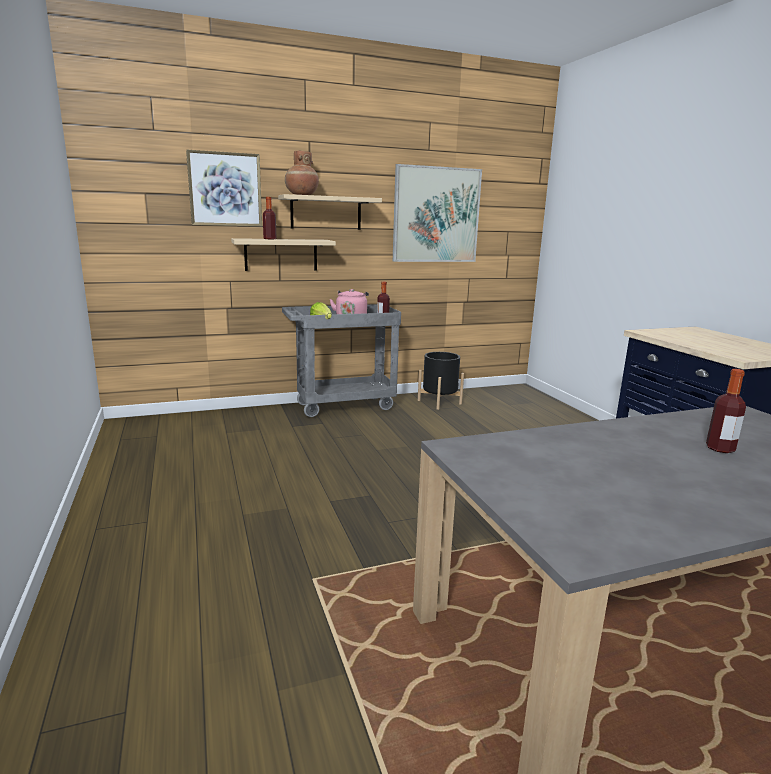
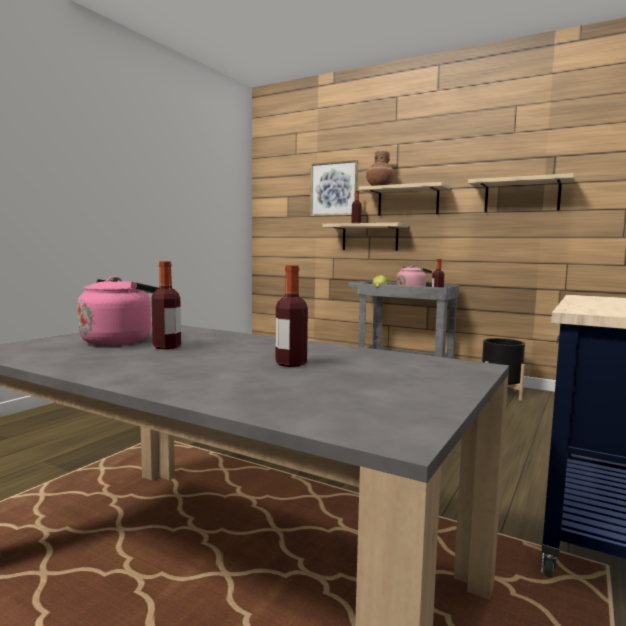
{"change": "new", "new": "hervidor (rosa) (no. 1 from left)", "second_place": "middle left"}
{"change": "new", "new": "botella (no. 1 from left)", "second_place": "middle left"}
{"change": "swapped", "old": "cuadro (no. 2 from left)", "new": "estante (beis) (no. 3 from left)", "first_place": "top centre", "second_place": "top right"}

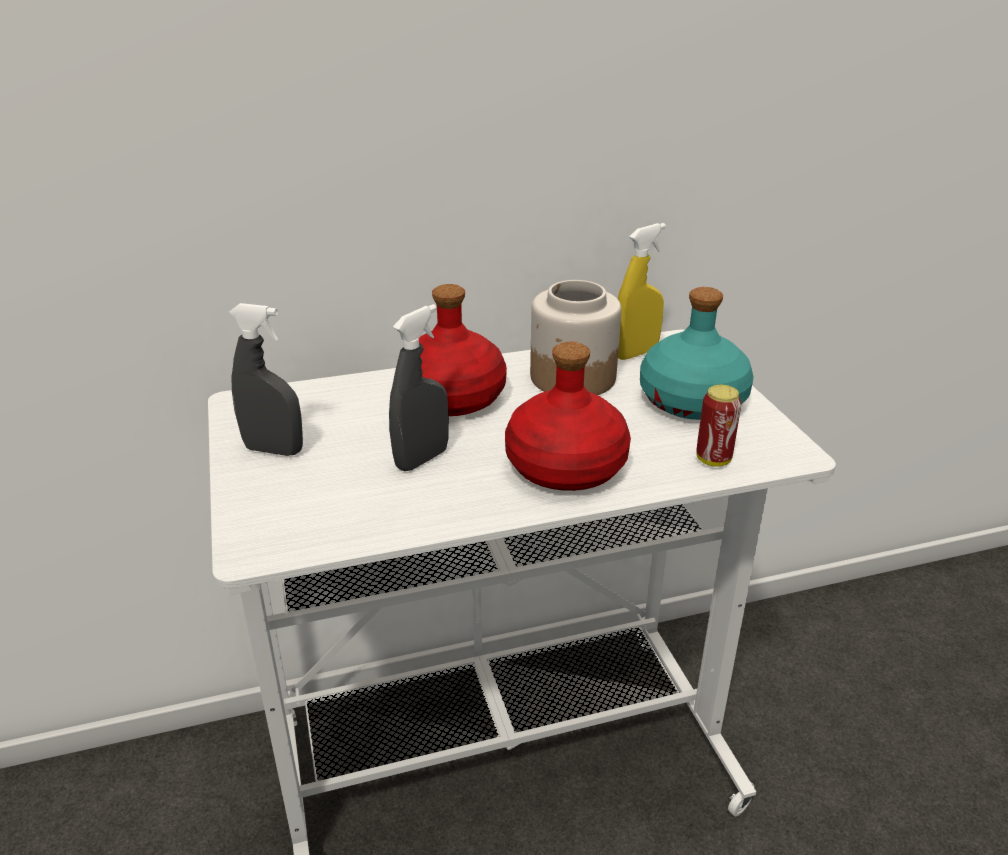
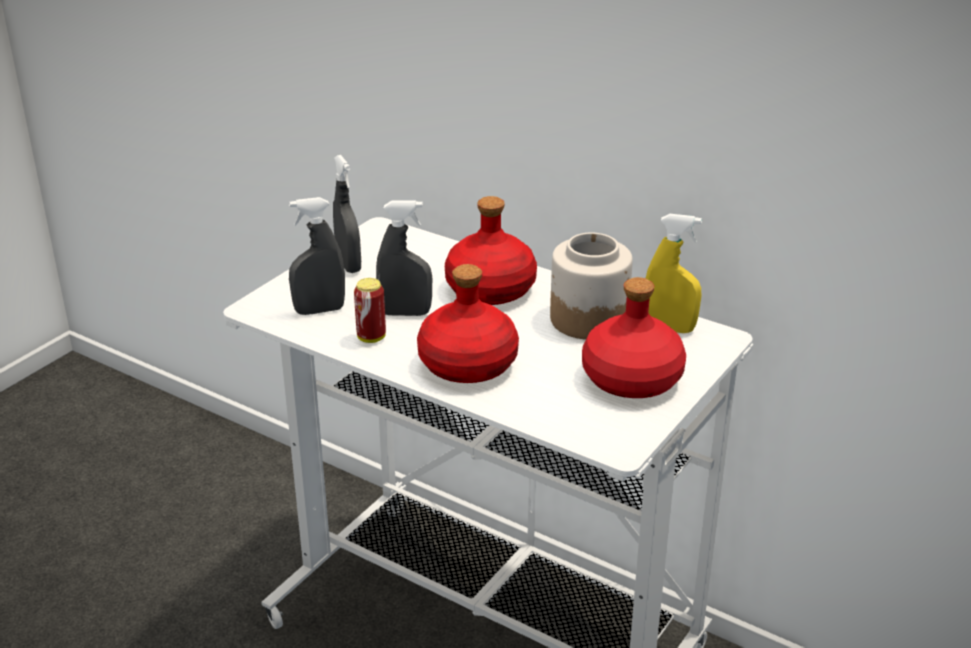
{"change": "new", "new": "pulverizador (gris) (no. 1 from left)", "second_place": "middle left"}
{"change": "shifted", "old": "lata", "first_place": "middle right", "second_place": "centre"}
{"change": "repainted", "old": "botella (turquesa)", "new": "botella (rojo) (no. 3 from left)", "first_place": "middle right", "second_place": "centre"}

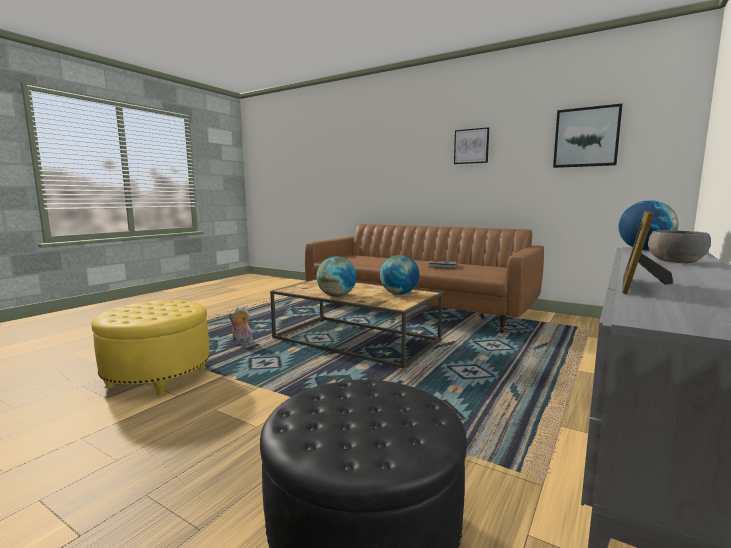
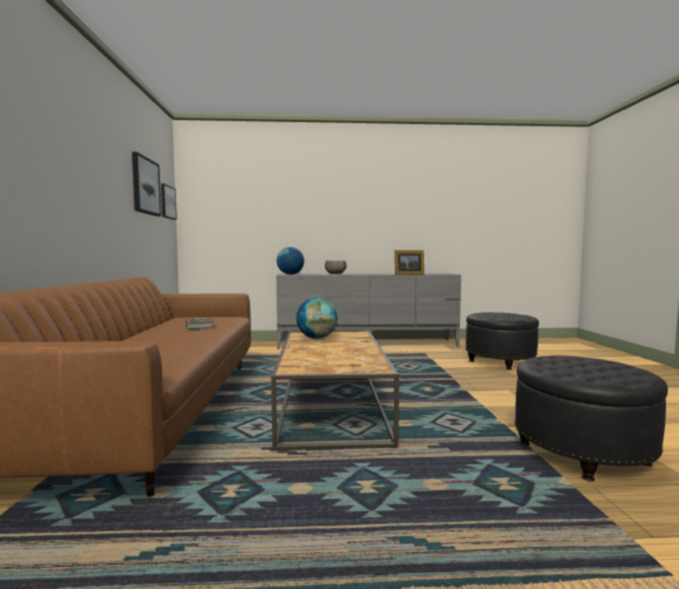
{"change": "gone", "old": "peluche", "first_place": "middle left"}
{"change": "gone", "old": "globo terráqueo (no. 1 from left)", "first_place": "centre"}
{"change": "shifted", "old": "cuadro (no. 1 from left in the first image)", "new": "cuadro (no. 2 from left)", "first_place": "top centre", "second_place": "middle left"}
{"change": "repainted", "old": "puf (amarillo)", "new": "puf (negro) (no. 2 from left)", "first_place": "middle left", "second_place": "bottom right"}

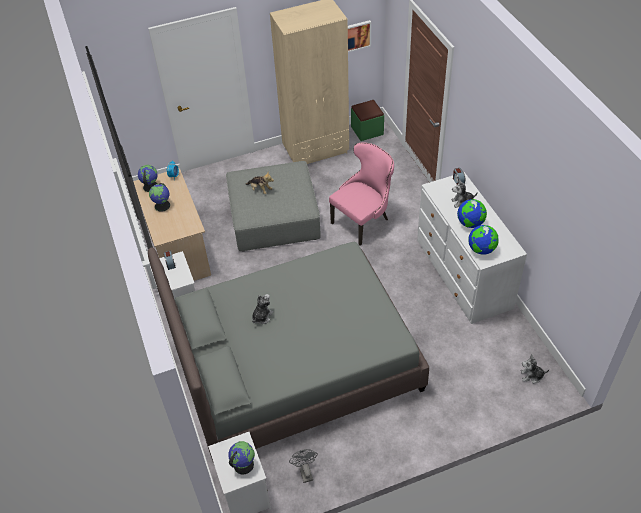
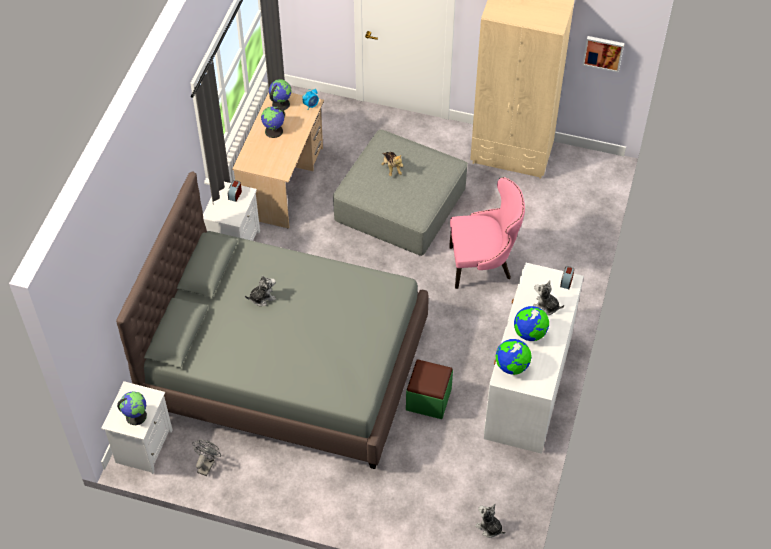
{"change": "shifted", "old": "puf (verde)", "first_place": "top centre", "second_place": "bottom centre"}

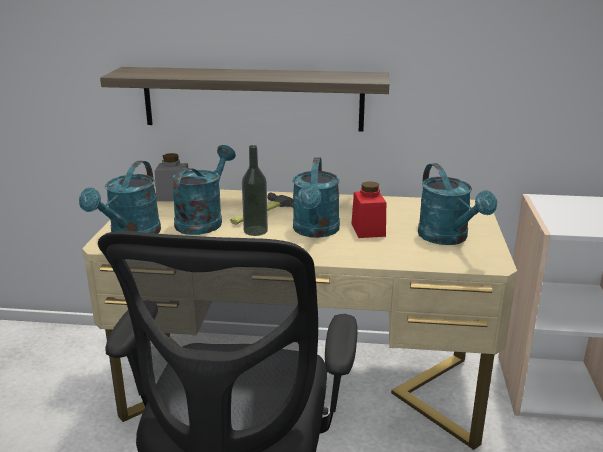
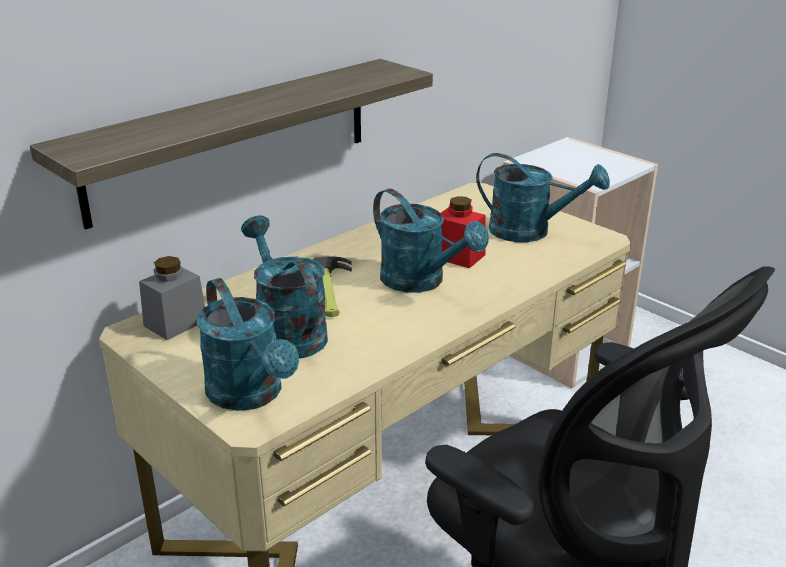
{"change": "gone", "old": "botella", "first_place": "centre"}

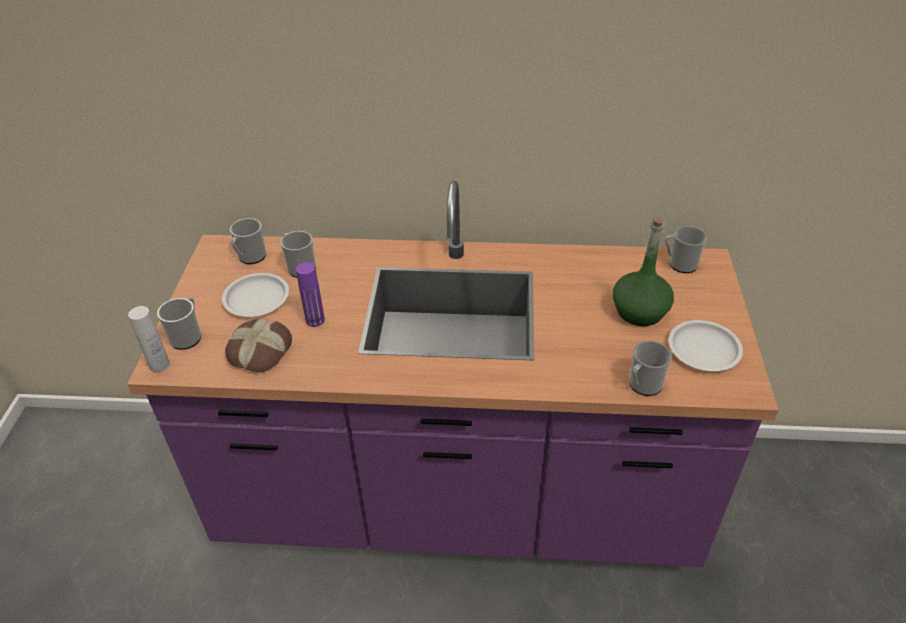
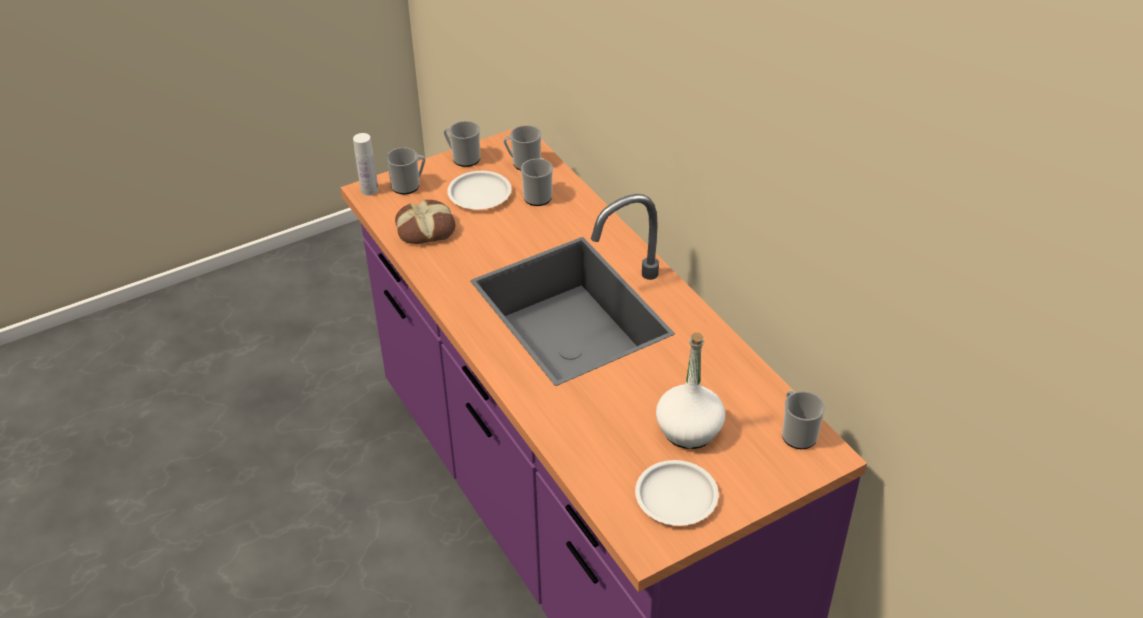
{"change": "gone", "old": "botella (morado)", "first_place": "centre"}
{"change": "shifted", "old": "taza grande (no. 4 from left in the first image)", "new": "taza grande (no. 2 from left)", "first_place": "middle right", "second_place": "top centre"}
{"change": "repainted", "old": "botella (verde)", "new": "botella (blanco) (no. 2 from left)", "first_place": "middle right", "second_place": "centre"}

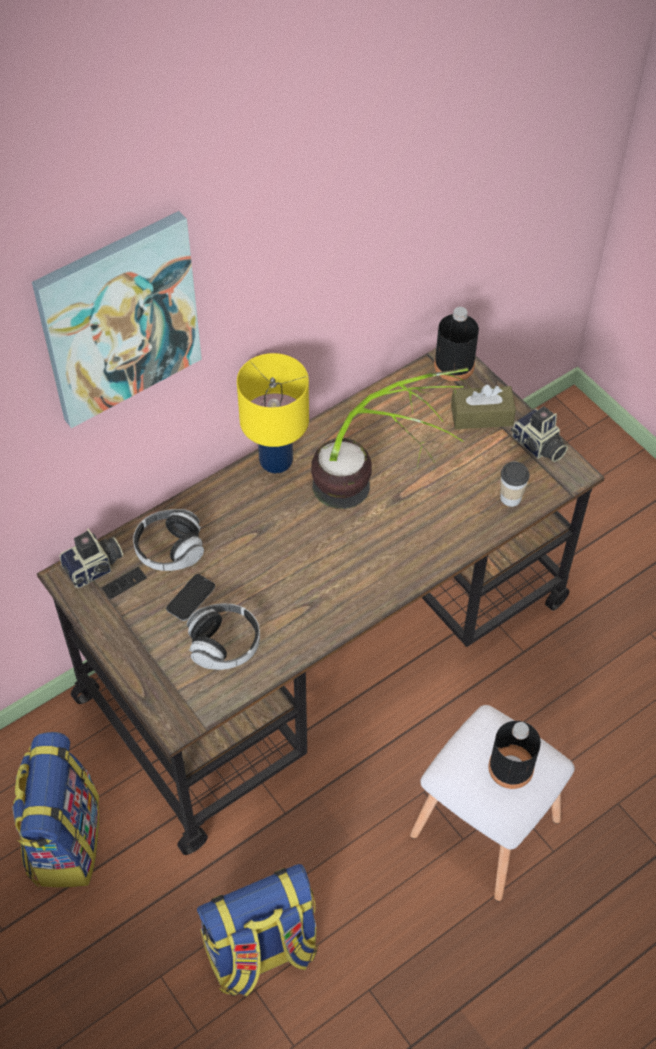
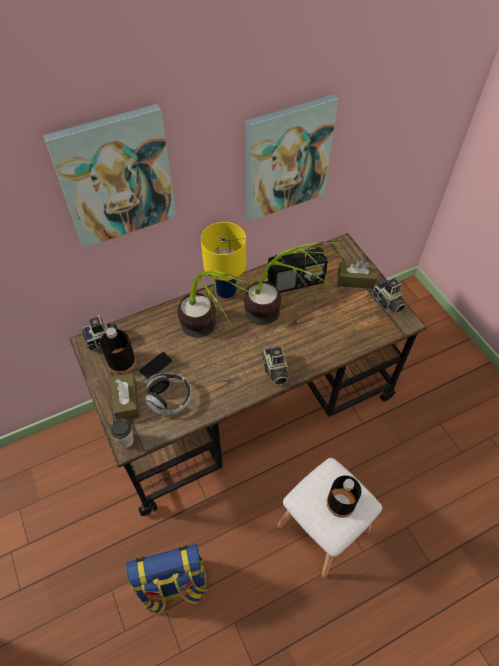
{"change": "gone", "old": "mochila (no. 1 from left)", "first_place": "bottom left"}
{"change": "gone", "old": "auriculares (no. 1 from left)", "first_place": "middle left"}
{"change": "new", "new": "caja de pañuelos (marrón) (no. 1 from left)", "second_place": "middle left"}
{"change": "new", "new": "planta en maceta (no. 1 from left)", "second_place": "centre"}
{"change": "new", "new": "cuadro (no. 2 from left)", "second_place": "top centre"}
{"change": "new", "new": "cámara (no. 2 from left)", "second_place": "centre"}
{"change": "new", "new": "radio", "second_place": "centre"}
{"change": "shifted", "old": "botella (negro) (no. 1 from left)", "first_place": "top right", "second_place": "middle left"}
{"change": "shifted", "old": "taza", "first_place": "middle right", "second_place": "middle left"}

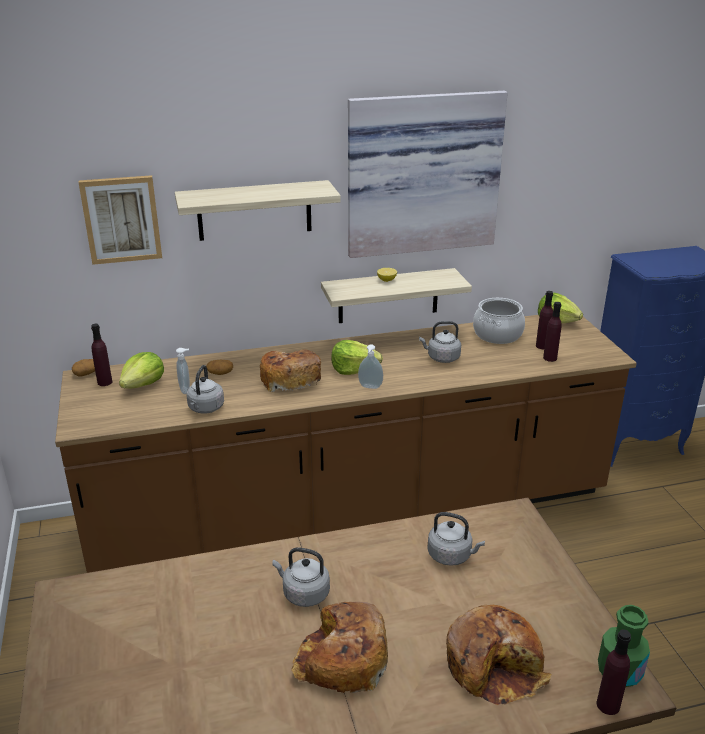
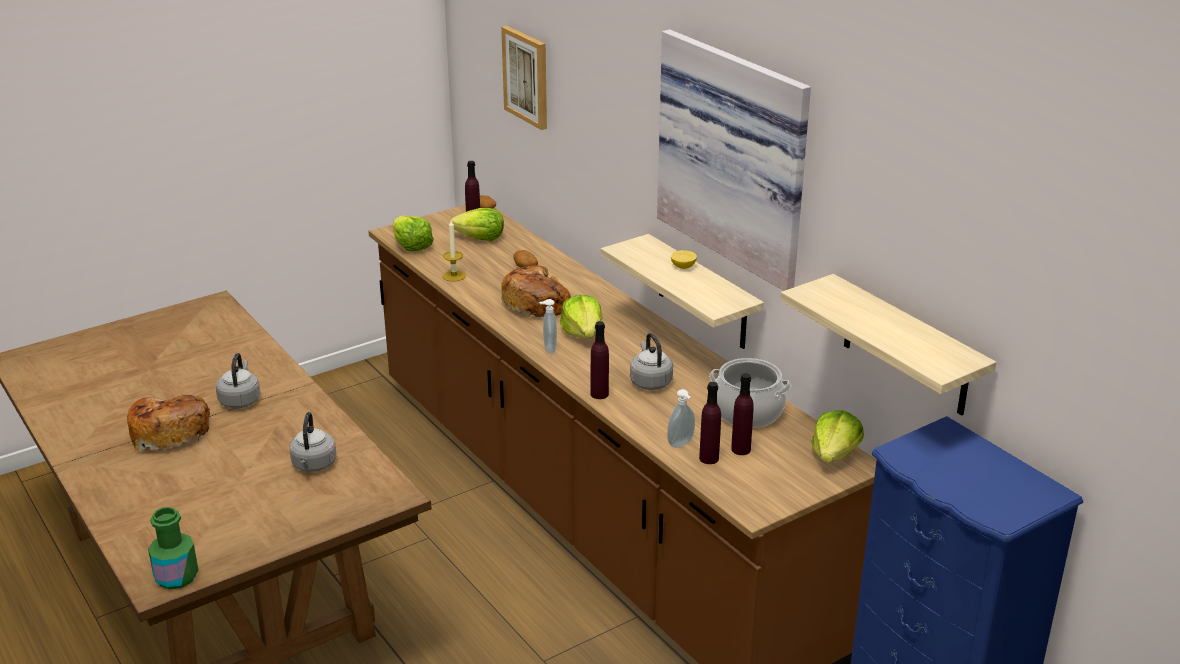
{"change": "gone", "old": "pan (no. 3 from left)", "first_place": "bottom right"}
{"change": "new", "new": "lechuga (no. 1 from left)", "second_place": "centre"}
{"change": "shifted", "old": "estante (no. 1 from left in the first image)", "new": "estante (no. 2 from left)", "first_place": "top centre", "second_place": "middle right"}
{"change": "shifted", "old": "dispensador de jabón (no. 1 from left in the first image)", "new": "dispensador de jabón (no. 2 from left)", "first_place": "middle left", "second_place": "centre"}
{"change": "shifted", "old": "botella (morado) (no. 4 from left in the first image)", "new": "botella (morado) (no. 2 from left)", "first_place": "bottom right", "second_place": "centre"}
{"change": "swapped", "old": "hervidor (gris) (no. 1 from left)", "new": "vela", "first_place": "middle left", "second_place": "centre"}

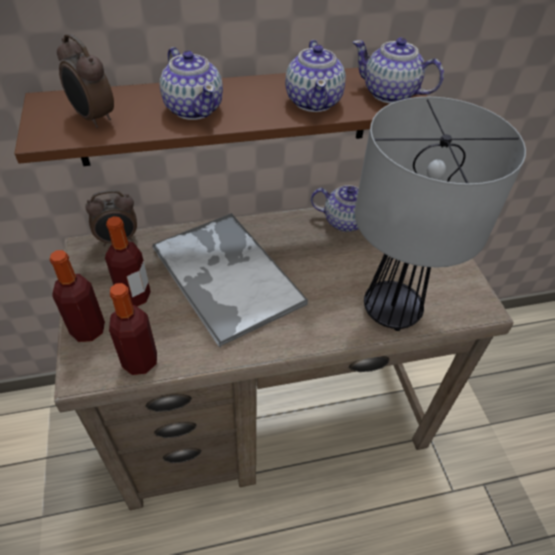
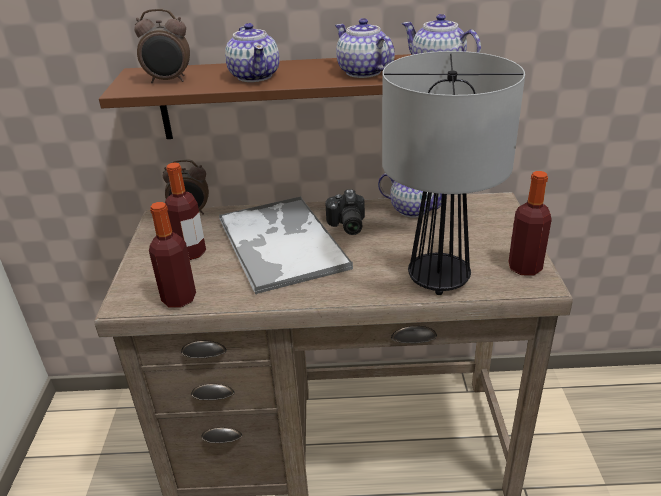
{"change": "new", "new": "cámara", "second_place": "centre"}
{"change": "shifted", "old": "botella (no. 1 from left in the first image)", "new": "botella (no. 3 from left)", "first_place": "middle left", "second_place": "middle right"}
{"change": "rotated", "old": "despertador (no. 1 from left)", "first_place": "top left", "second_place": "top left", "degrees": -60}
{"change": "rotated", "old": "tetera (no. 2 from left)", "first_place": "top centre", "second_place": "top centre", "degrees": 135}

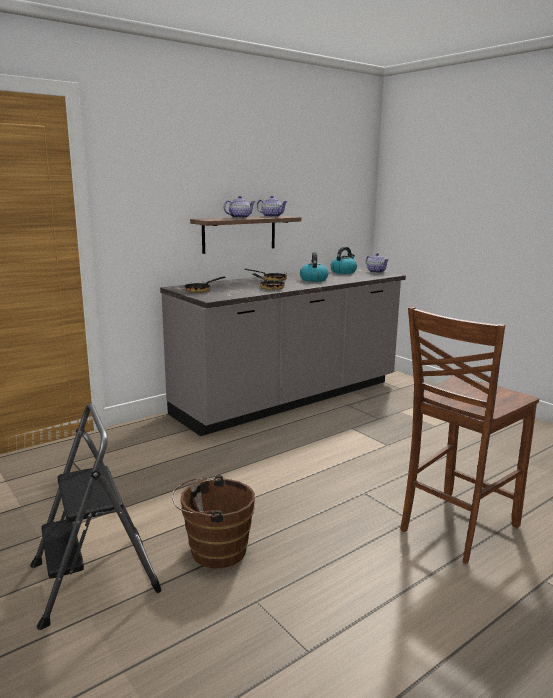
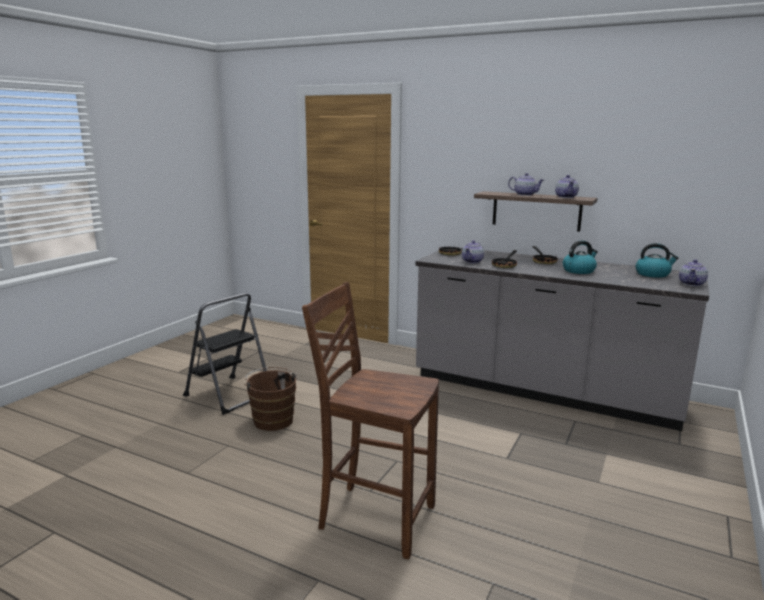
{"change": "new", "new": "tetera (no. 1 from left)", "second_place": "centre"}

